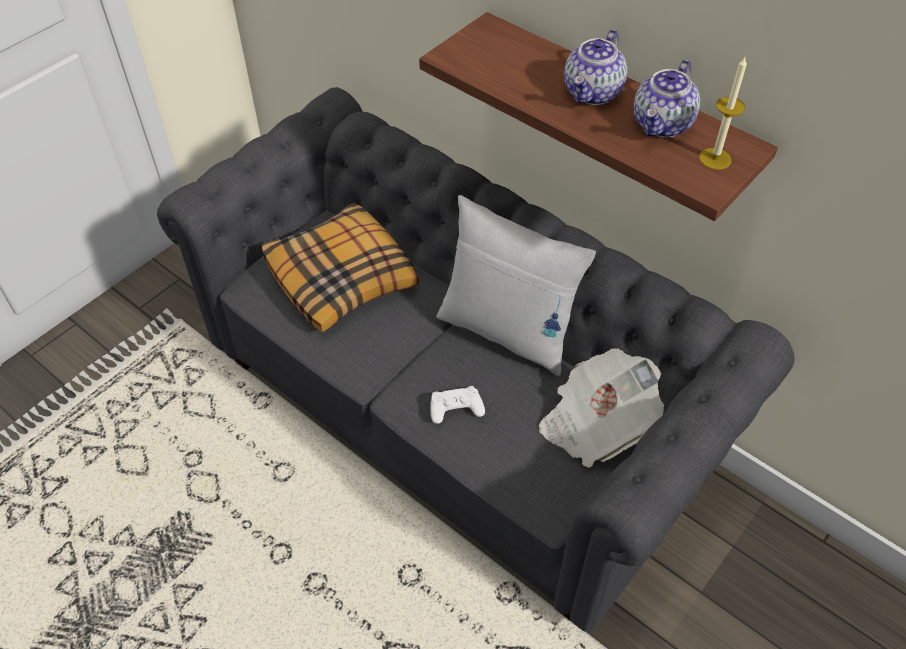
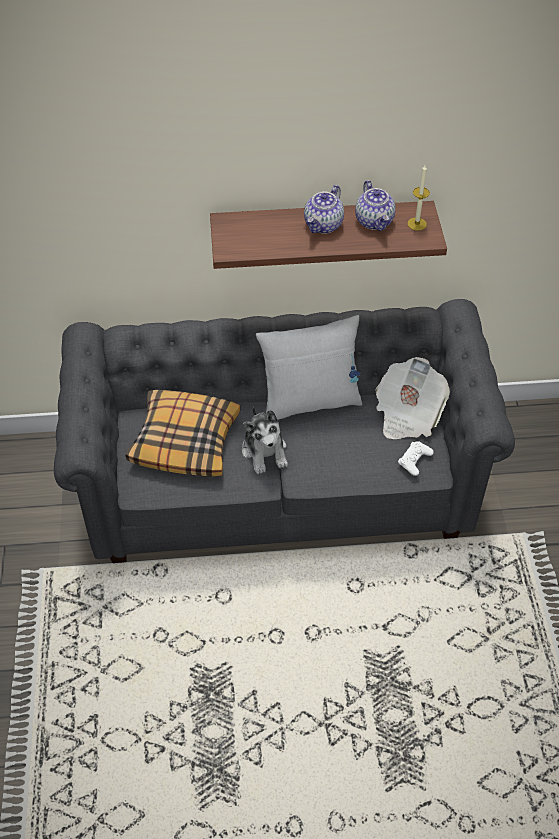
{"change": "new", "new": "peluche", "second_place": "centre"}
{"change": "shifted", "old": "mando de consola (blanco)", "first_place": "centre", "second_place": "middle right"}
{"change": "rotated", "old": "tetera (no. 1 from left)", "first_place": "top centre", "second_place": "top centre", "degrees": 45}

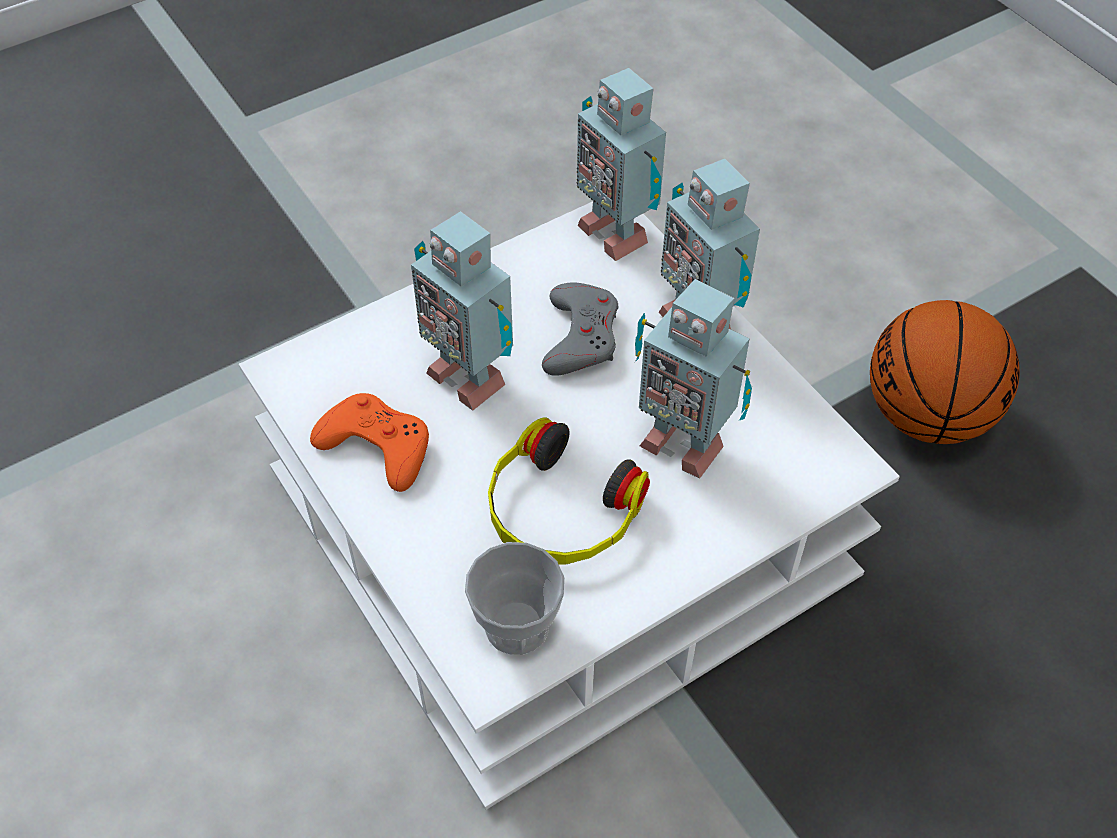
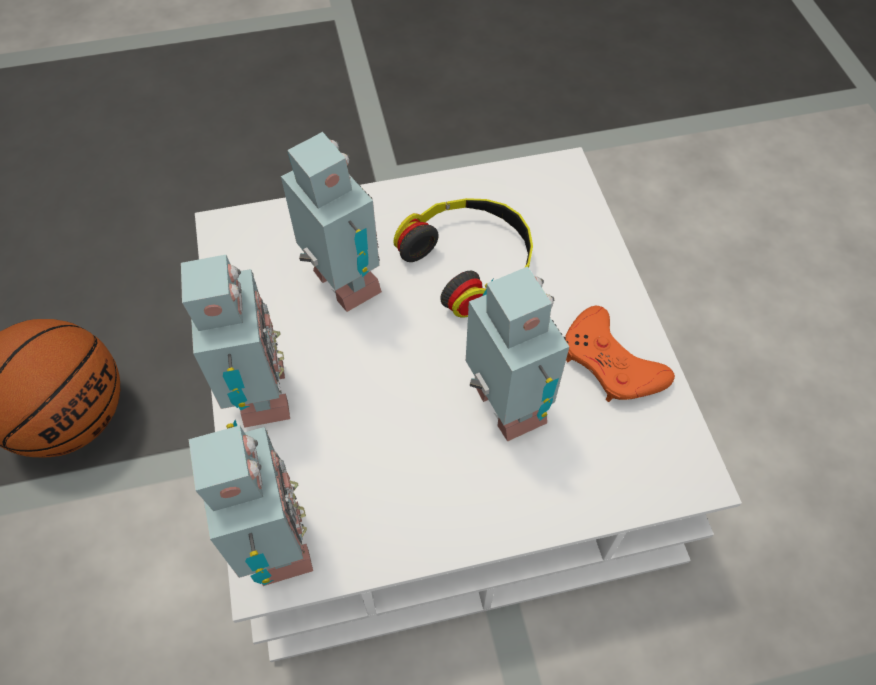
{"change": "gone", "old": "taza", "first_place": "bottom centre"}
{"change": "gone", "old": "mando de consola (gris)", "first_place": "centre"}

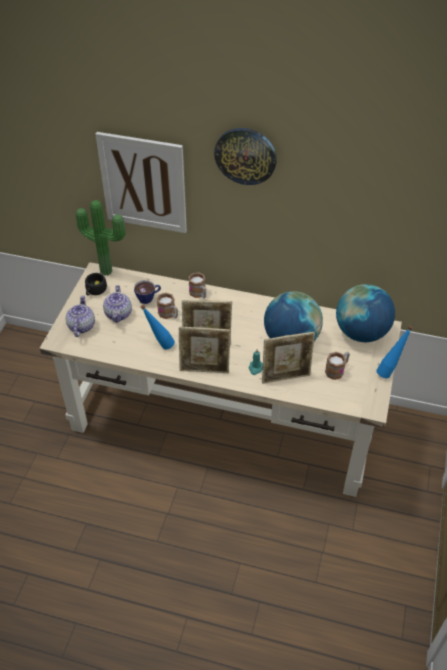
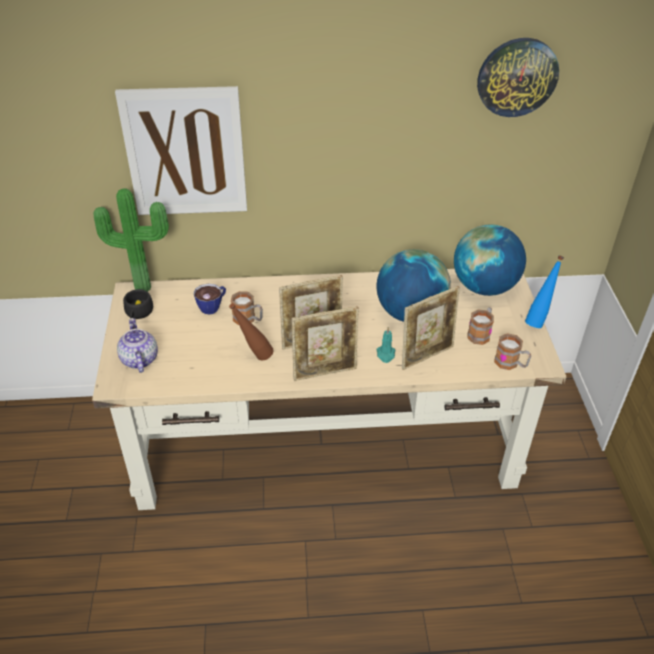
{"change": "gone", "old": "tetera (no. 2 from left)", "first_place": "middle left"}
{"change": "shifted", "old": "taza grande (no. 2 from left in the first image)", "new": "taza grande (no. 3 from left)", "first_place": "centre", "second_place": "middle right"}
{"change": "shifted", "old": "reloj de pared", "first_place": "top centre", "second_place": "top right"}
{"change": "repainted", "old": "botella (azul) (no. 1 from left)", "new": "botella (marrón)", "first_place": "centre", "second_place": "centre"}

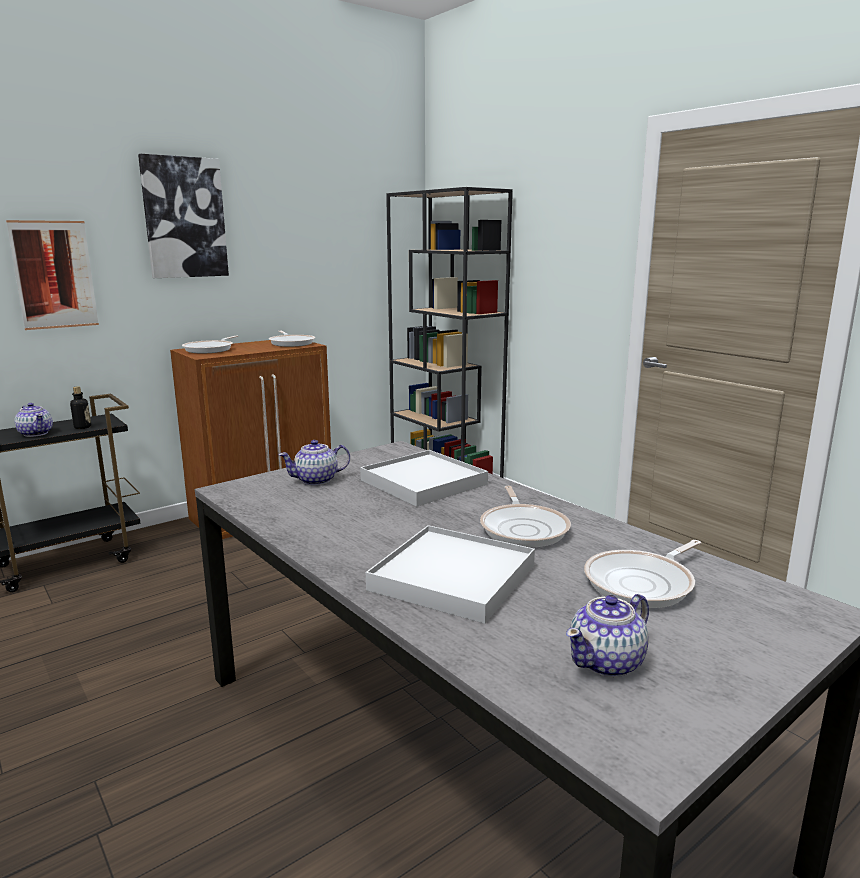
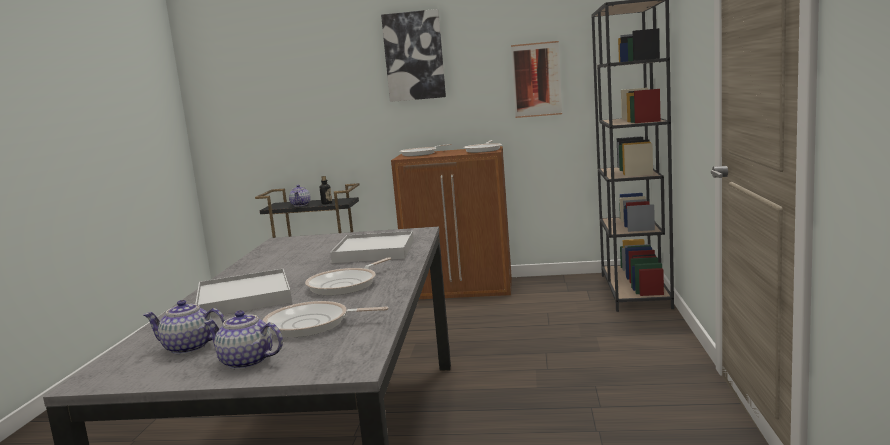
{"change": "shifted", "old": "cuadro (no. 1 from left in the first image)", "new": "cuadro (no. 2 from left)", "first_place": "top left", "second_place": "top centre"}
{"change": "shifted", "old": "tetera (no. 2 from left)", "first_place": "centre", "second_place": "bottom left"}

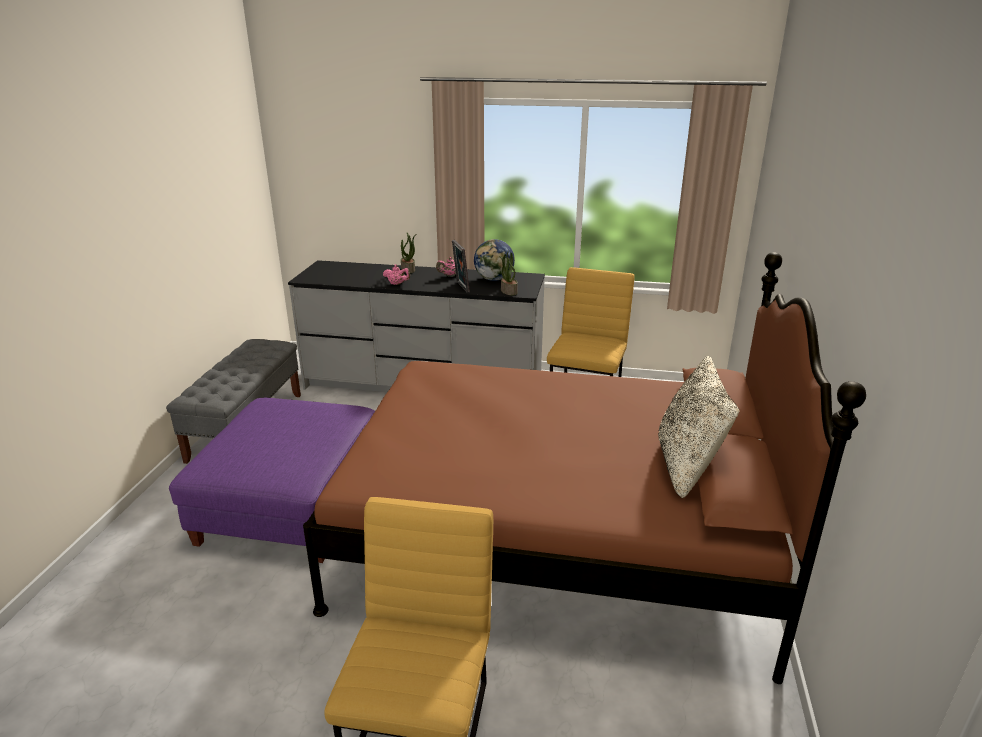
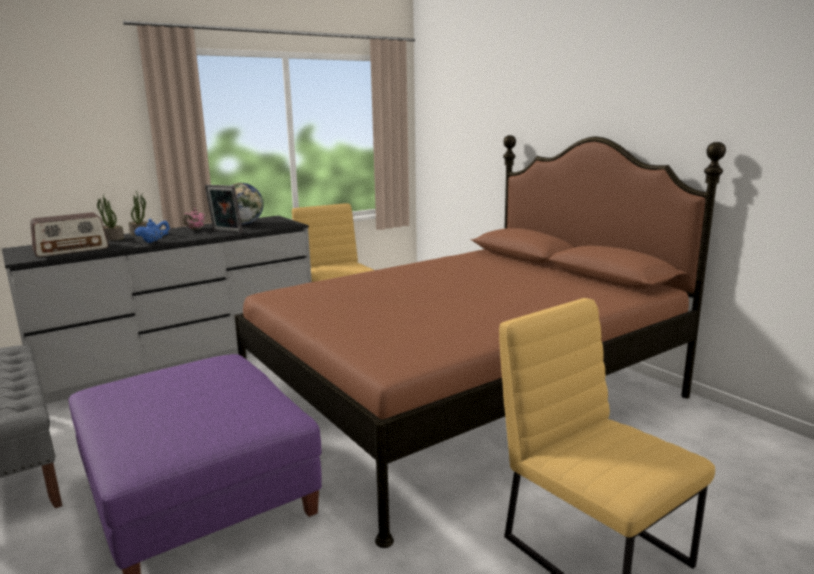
{"change": "gone", "old": "cojín (beis)", "first_place": "middle right"}
{"change": "new", "new": "radio", "second_place": "middle left"}
{"change": "shifted", "old": "planta en maceta (no. 2 from left in the first image)", "new": "planta en maceta (no. 1 from left)", "first_place": "centre", "second_place": "middle left"}
{"change": "repainted", "old": "tetera (rosa) (no. 1 from left)", "new": "tetera (azul)", "first_place": "centre", "second_place": "middle left"}

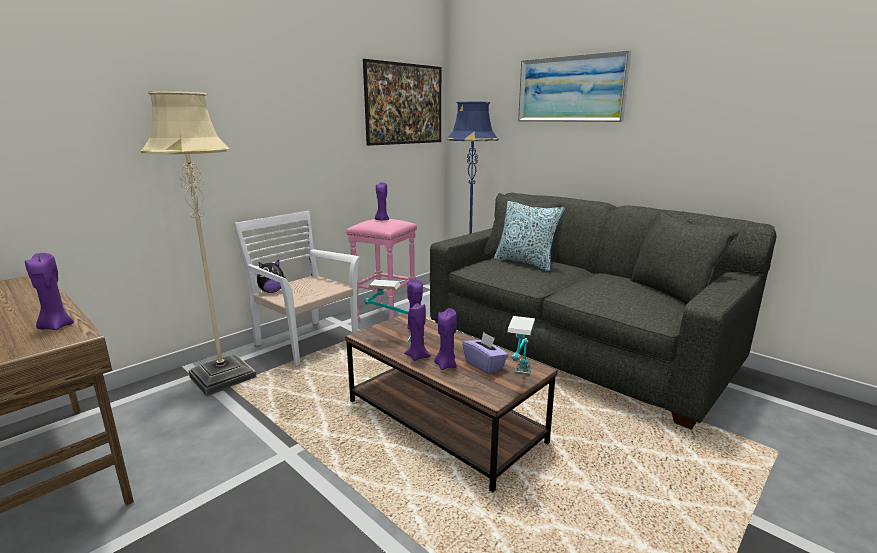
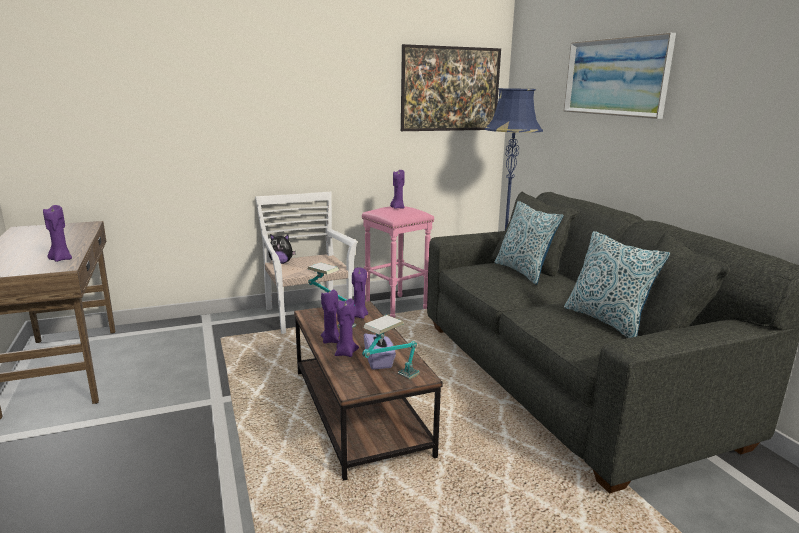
{"change": "gone", "old": "lámpara de pie (beis)", "first_place": "middle left"}
{"change": "new", "new": "cojín (no. 2 from left)", "second_place": "middle right"}

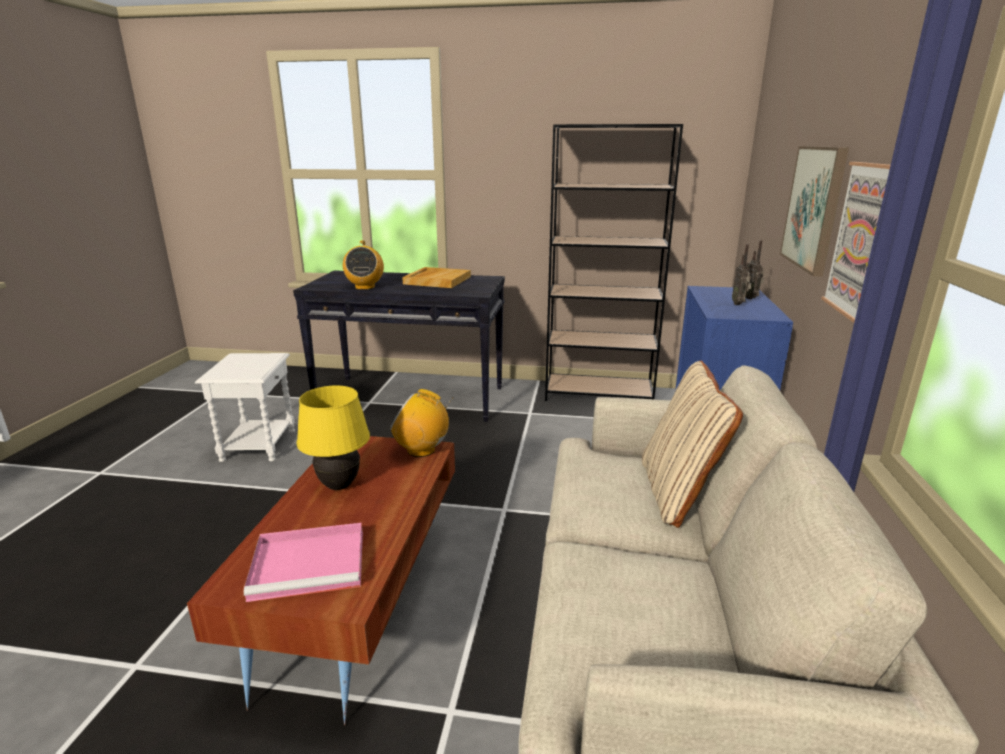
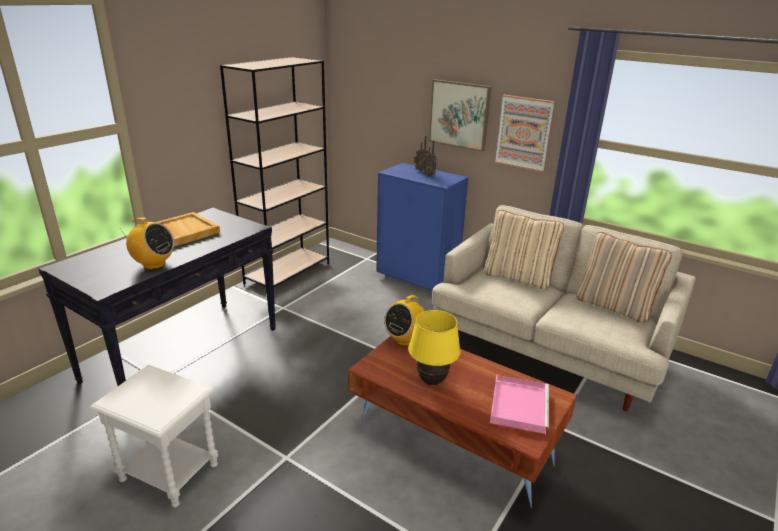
{"change": "new", "new": "cojín (beis) (no. 2 from left)", "second_place": "middle right"}

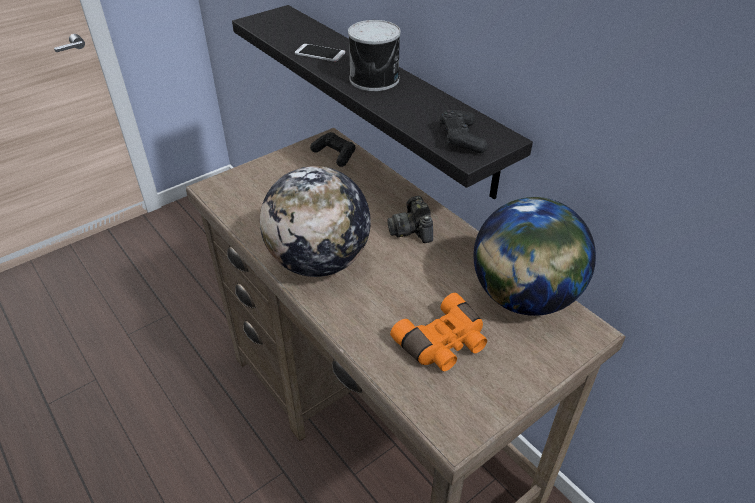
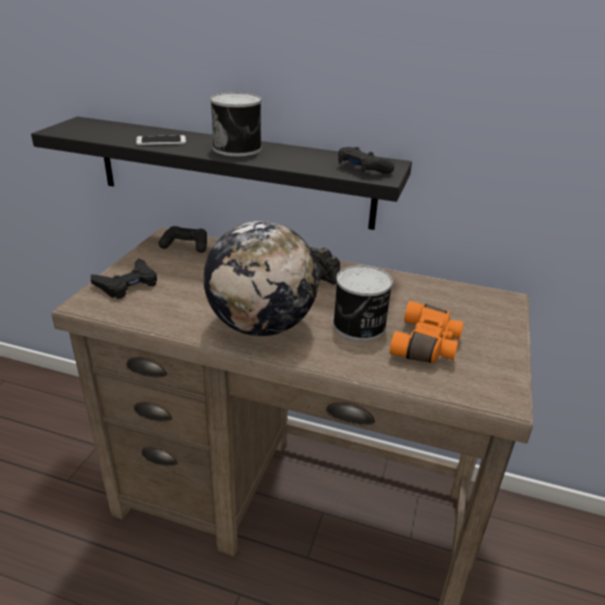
{"change": "gone", "old": "globo terráqueo (no. 2 from left)", "first_place": "middle right"}
{"change": "new", "new": "mando de consola (negro) (no. 1 from left)", "second_place": "middle left"}
{"change": "new", "new": "lata (no. 2 from left)", "second_place": "centre"}

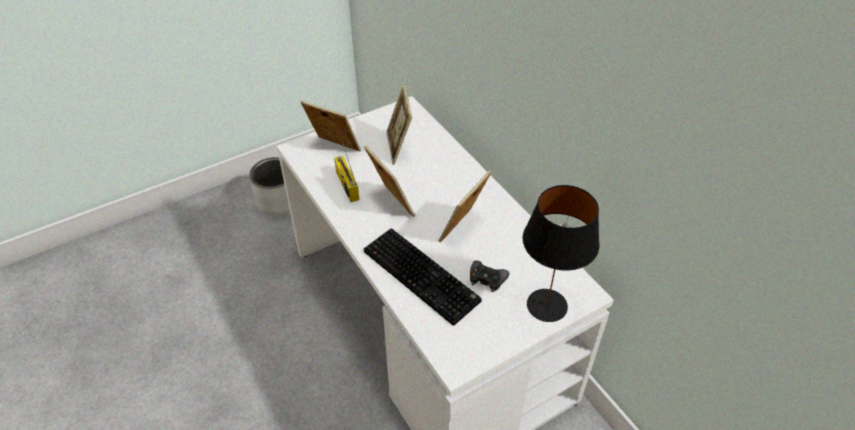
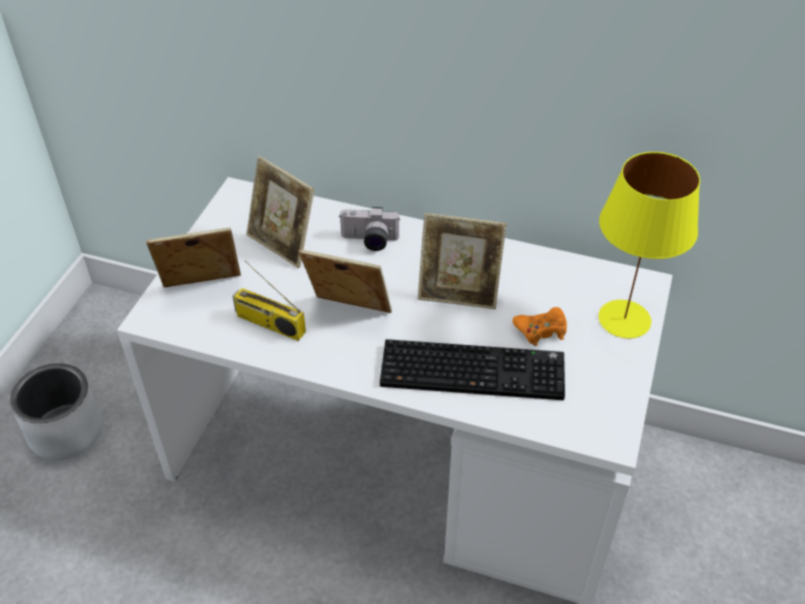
{"change": "new", "new": "cámara", "second_place": "centre"}
{"change": "repainted", "old": "mando de consola (negro)", "new": "mando de consola (naranja)", "first_place": "centre", "second_place": "middle right"}
{"change": "repainted", "old": "lámpara de mesa (negro)", "new": "lámpara de mesa (amarillo)", "first_place": "centre", "second_place": "middle right"}
{"change": "rotated", "old": "portarretratos (no. 4 from left)", "first_place": "centre", "second_place": "centre", "degrees": -75}

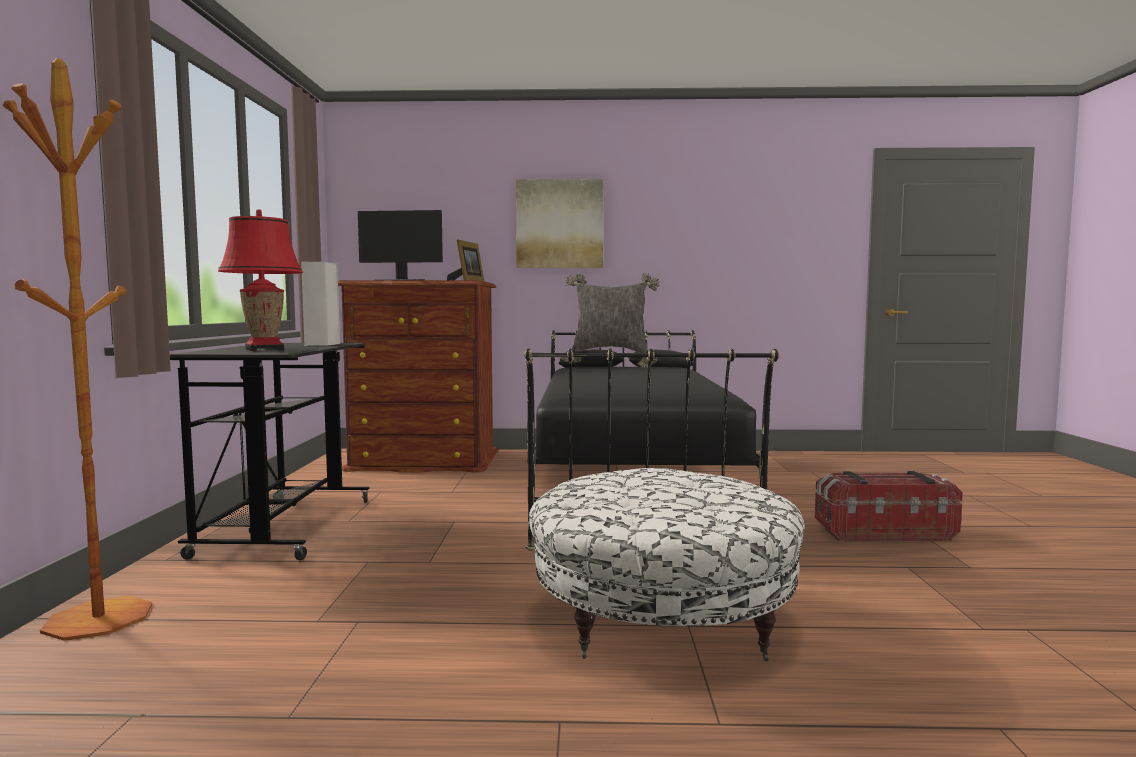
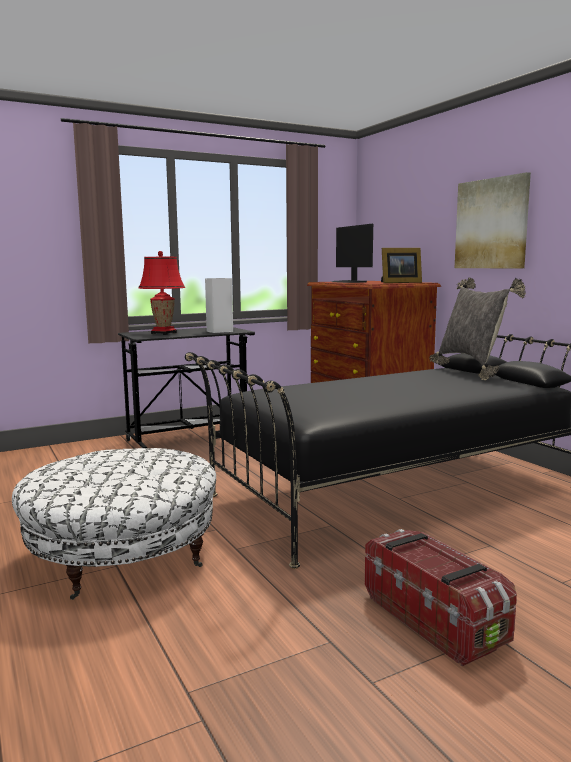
{"change": "gone", "old": "perchero (naranja)", "first_place": "middle left"}

